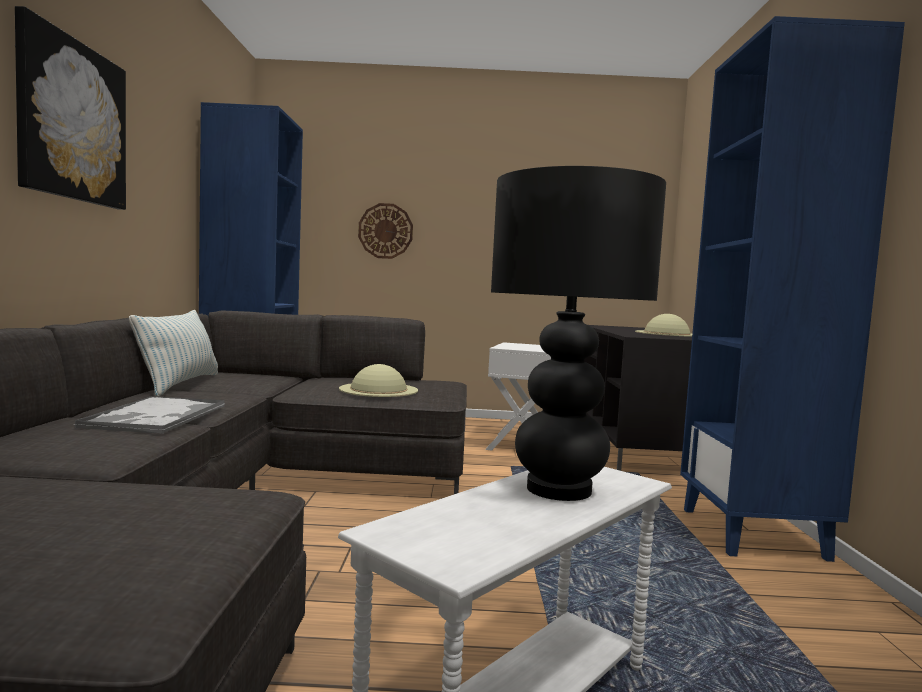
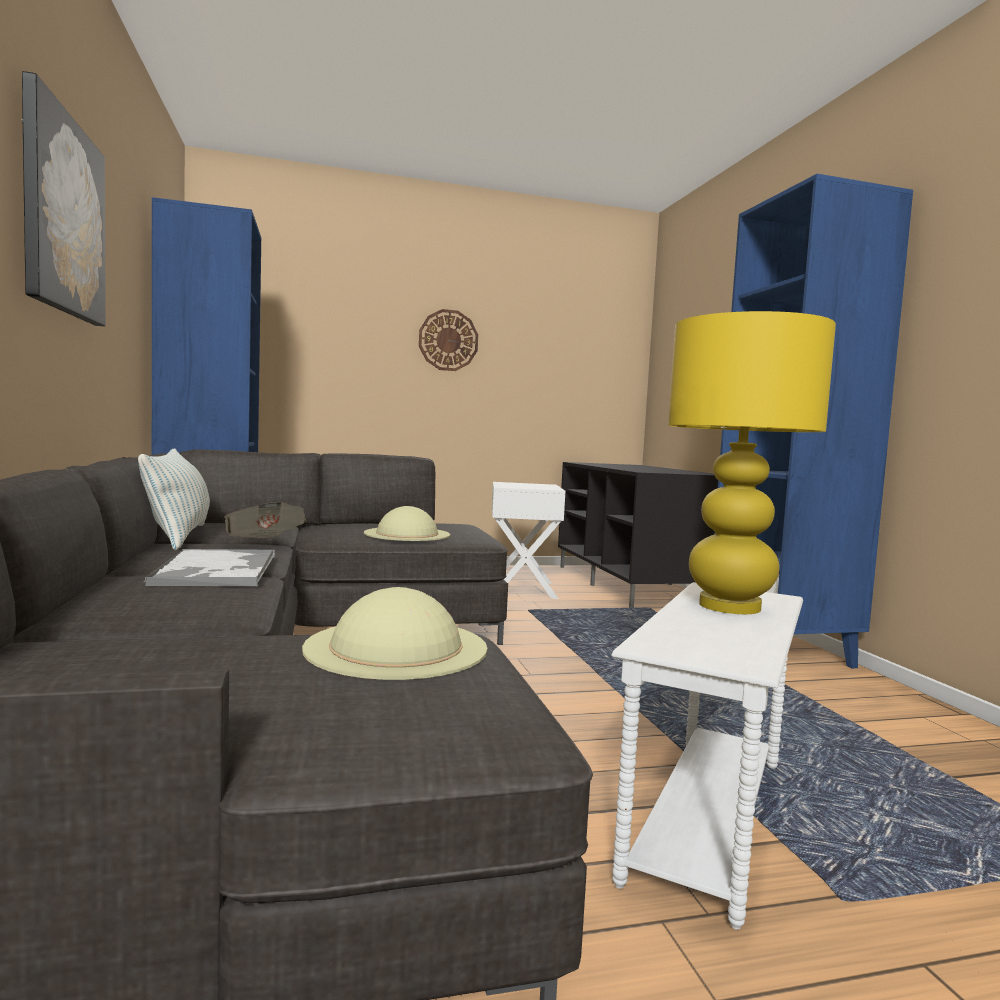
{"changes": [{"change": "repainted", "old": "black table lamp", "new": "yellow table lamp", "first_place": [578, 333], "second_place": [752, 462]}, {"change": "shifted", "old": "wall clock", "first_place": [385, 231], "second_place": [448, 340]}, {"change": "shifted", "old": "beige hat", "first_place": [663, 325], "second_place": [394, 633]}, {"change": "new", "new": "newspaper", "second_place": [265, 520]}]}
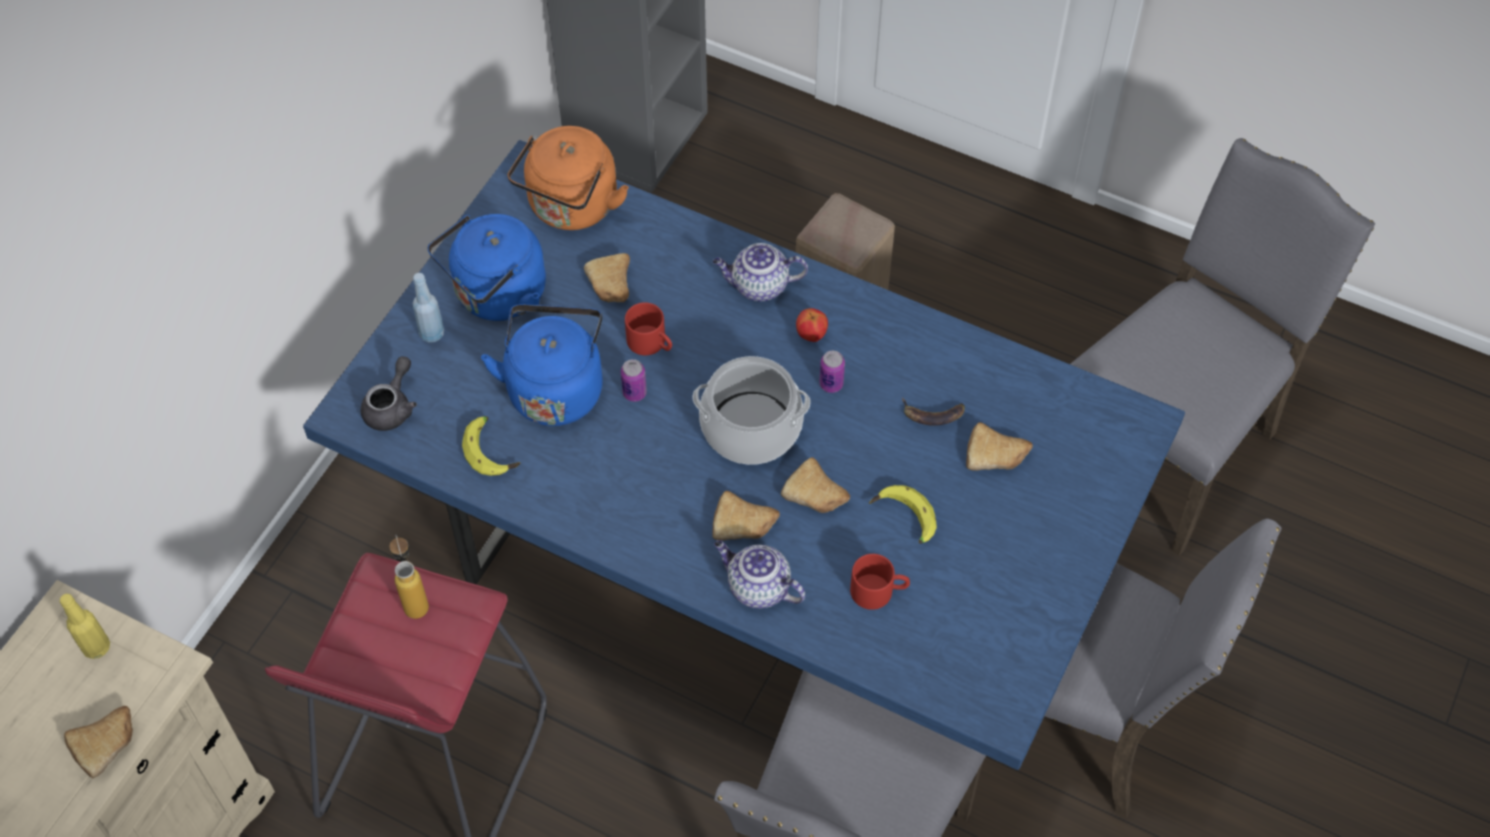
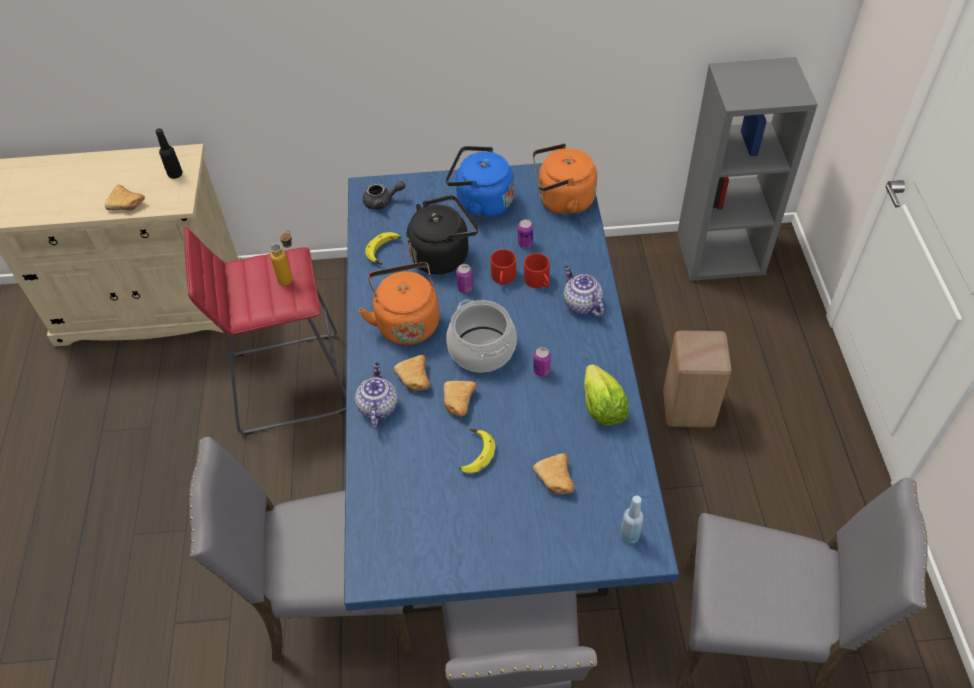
{"changes": [{"change": "swapped", "old": "bread", "new": "can", "first_place": [607, 277], "second_place": [525, 233]}, {"change": "shifted", "old": "blue bottle", "first_place": [428, 307], "second_place": [631, 519]}, {"change": "repainted", "old": "blue kettle", "new": "black kettle", "first_place": [542, 365], "second_place": [442, 234]}, {"change": "gone", "old": "apple", "first_place": [812, 325]}, {"change": "gone", "old": "banana", "first_place": [933, 412]}, {"change": "shifted", "old": "red mug", "first_place": [880, 582], "second_place": [537, 270]}, {"change": "repainted", "old": "yellow bottle", "new": "black bottle", "first_place": [85, 626], "second_place": [169, 153]}, {"change": "new", "new": "orange kettle", "second_place": [399, 303]}, {"change": "new", "new": "lettuce", "second_place": [606, 395]}]}
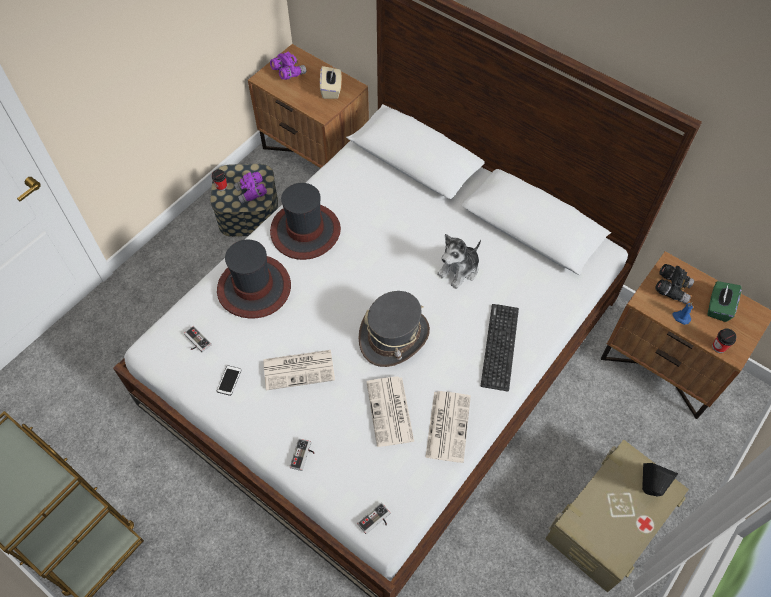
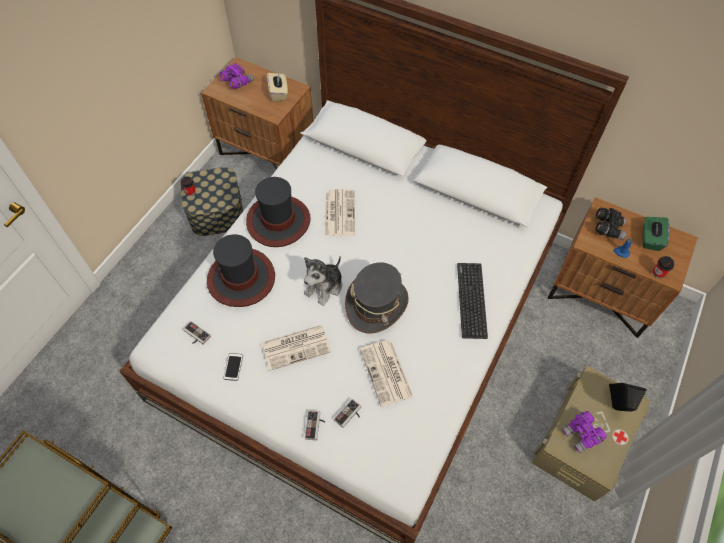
{"changes": [{"change": "shifted", "old": "purple binoculars", "first_place": [250, 187], "second_place": [584, 432]}, {"change": "shifted", "old": "plush toy", "first_place": [459, 261], "second_place": [323, 281]}, {"change": "shifted", "old": "newspaper", "first_place": [448, 427], "second_place": [340, 212]}, {"change": "shifted", "old": "game controller", "first_place": [373, 518], "second_place": [347, 413]}]}
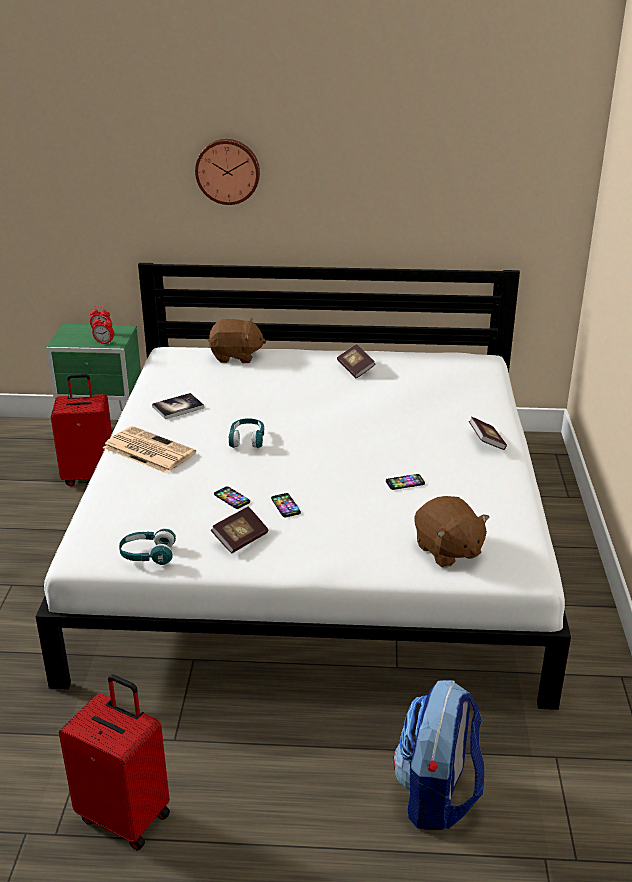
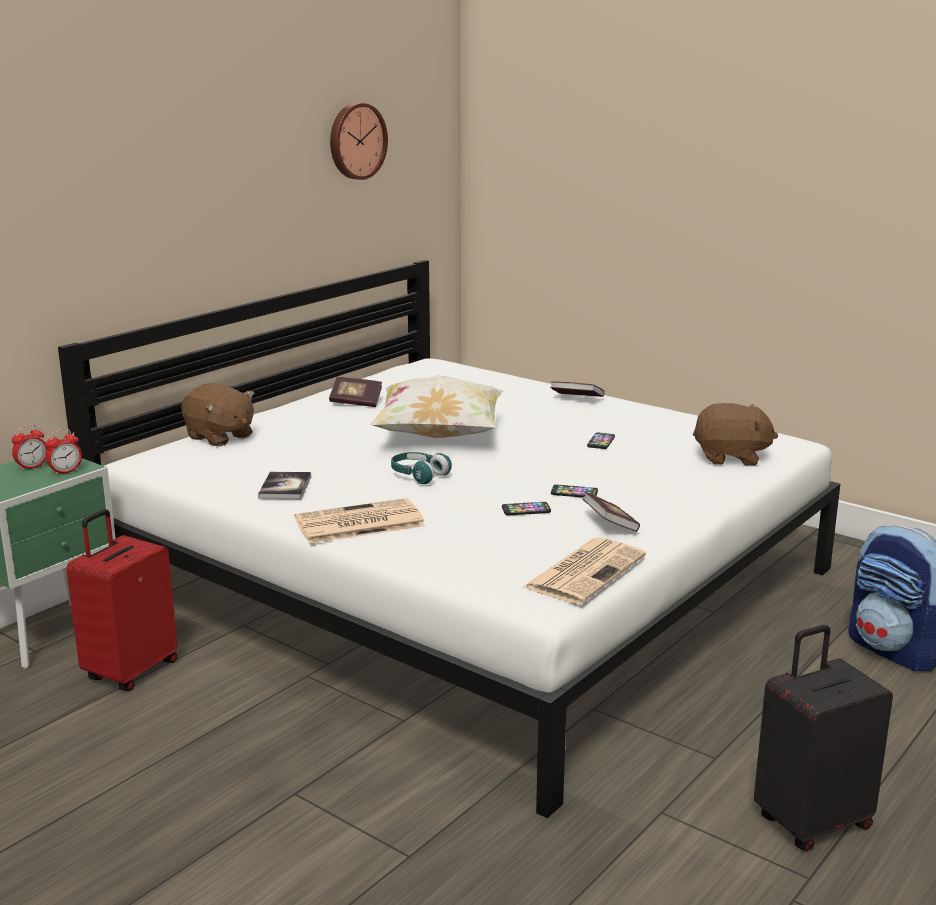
{"changes": [{"change": "shifted", "old": "wall clock", "first_place": [227, 172], "second_place": [359, 141]}, {"change": "rotated", "old": "brown plush toy", "first_place": [237, 340], "second_place": [217, 414], "degrees": 90}, {"change": "swapped", "old": "turquoise headphones", "new": "newspaper", "first_place": [147, 547], "second_place": [584, 571]}, {"change": "repainted", "old": "red suitcase", "new": "black suitcase", "first_place": [114, 762], "second_place": [823, 738]}, {"change": "new", "new": "pillow", "second_place": [436, 406]}]}
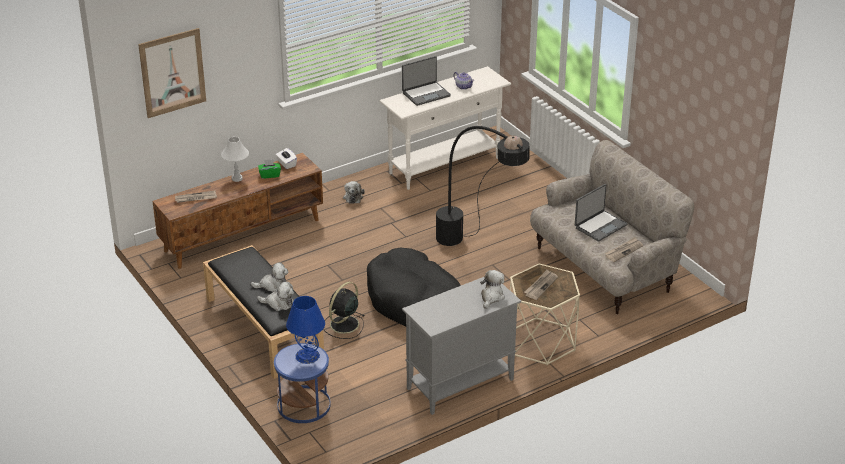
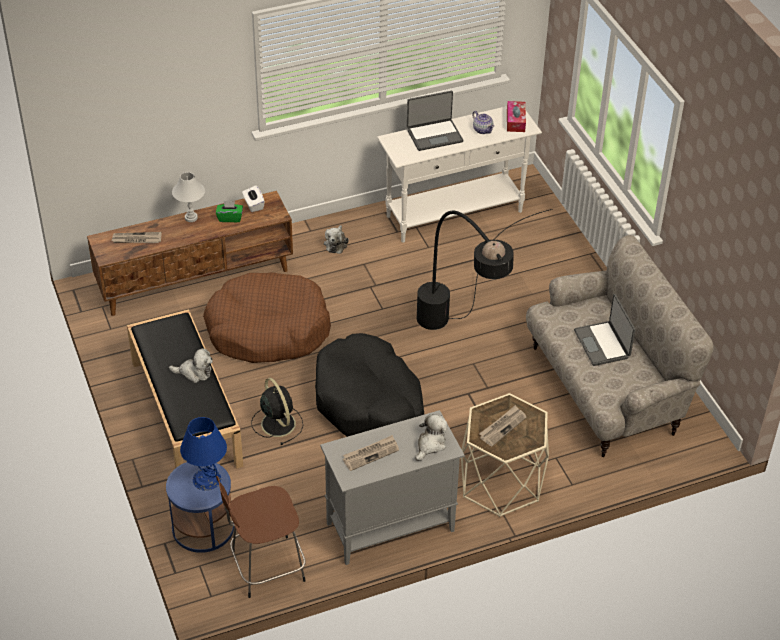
{"changes": [{"change": "gone", "old": "picture", "first_place": [172, 73]}, {"change": "rotated", "old": "laptop", "first_place": [601, 213], "second_place": [604, 330], "degrees": 105}, {"change": "shifted", "old": "newspaper", "first_place": [624, 249], "second_place": [371, 453]}, {"change": "gone", "old": "plush toy", "first_place": [275, 296]}, {"change": "rotated", "old": "black fan", "first_place": [344, 310], "second_place": [277, 411], "degrees": 105}, {"change": "new", "new": "tissue box", "second_place": [516, 116]}, {"change": "new", "new": "brown dog bed", "second_place": [267, 317]}, {"change": "new", "new": "brown stool", "second_place": [261, 537]}]}
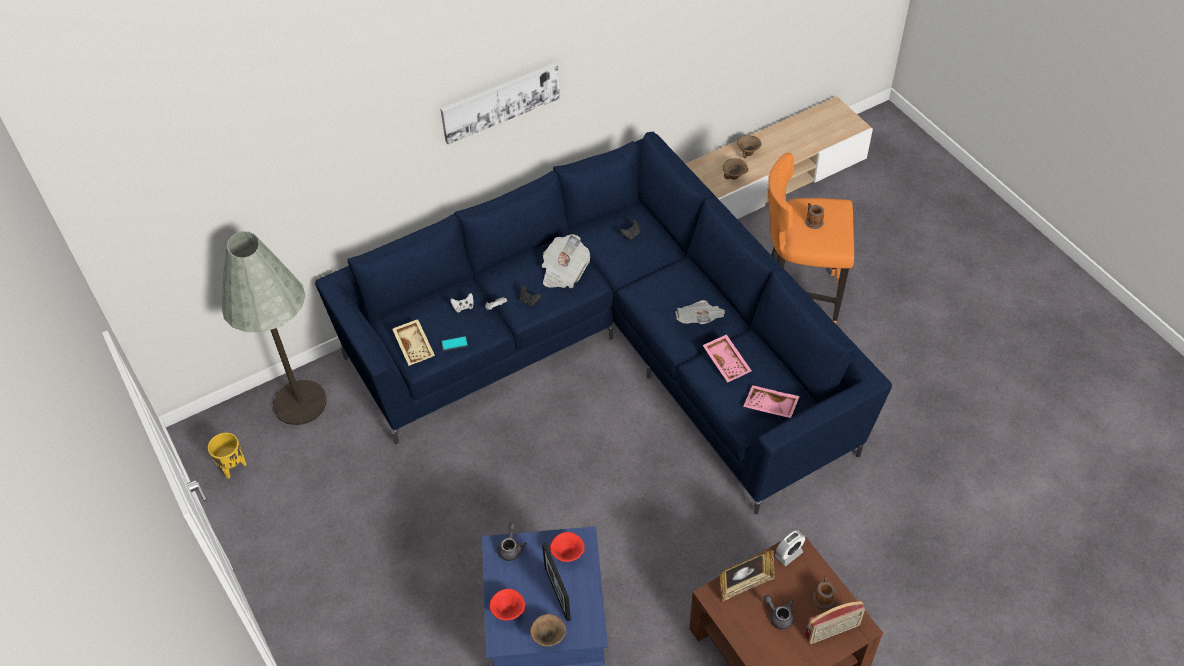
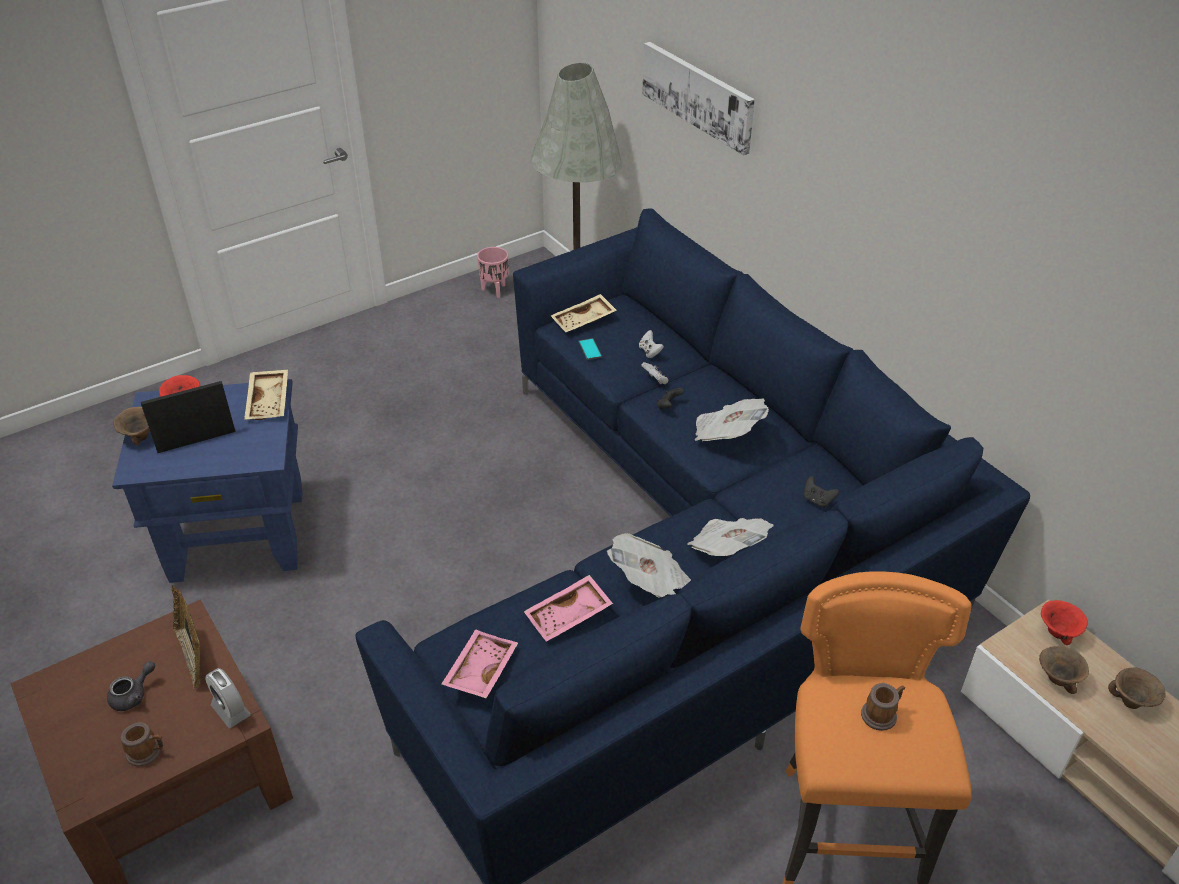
{"changes": [{"change": "shifted", "old": "picture", "first_place": [500, 104], "second_place": [698, 99]}, {"change": "repainted", "old": "yellow planter", "new": "pink planter", "first_place": [227, 456], "second_place": [492, 272]}, {"change": "swapped", "old": "grey teapot", "new": "beige tray", "first_place": [512, 541], "second_place": [266, 395]}, {"change": "shifted", "old": "red bowl", "first_place": [567, 547], "second_place": [1064, 622]}, {"change": "gone", "old": "radio", "first_place": [835, 621]}, {"change": "new", "new": "newspaper", "second_place": [730, 537]}]}
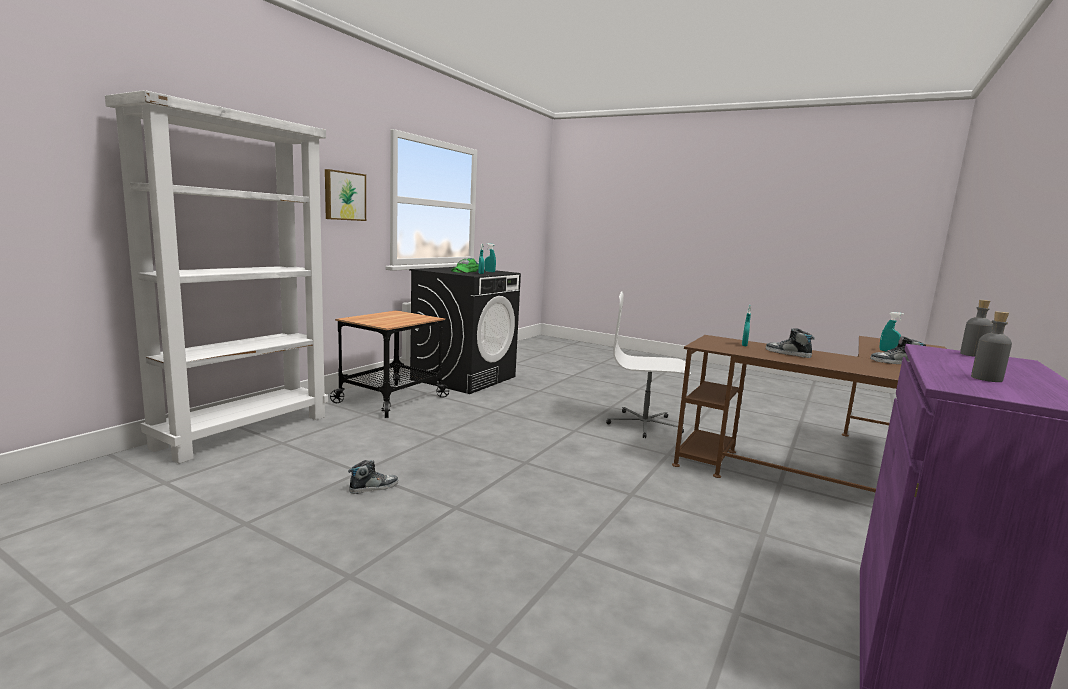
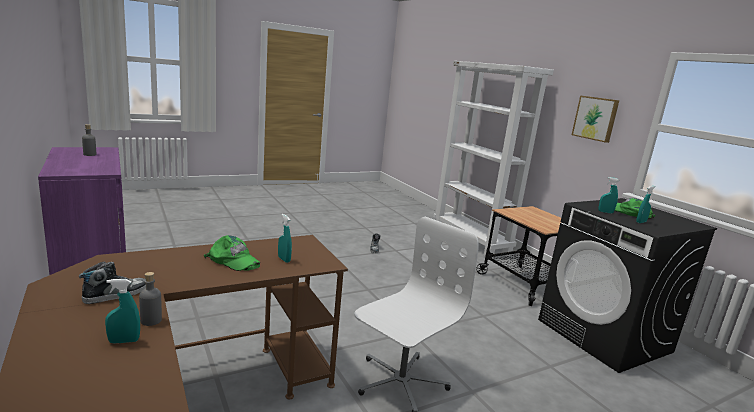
{"changes": [{"change": "shifted", "old": "grey bottle", "first_place": [976, 328], "second_place": [150, 299]}, {"change": "swapped", "old": "shoe", "new": "green cap", "first_place": [790, 343], "second_place": [232, 253]}]}
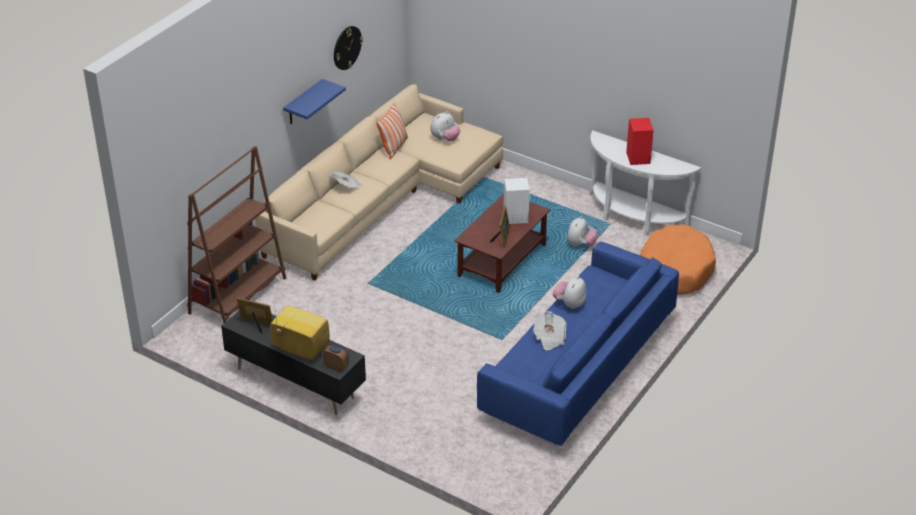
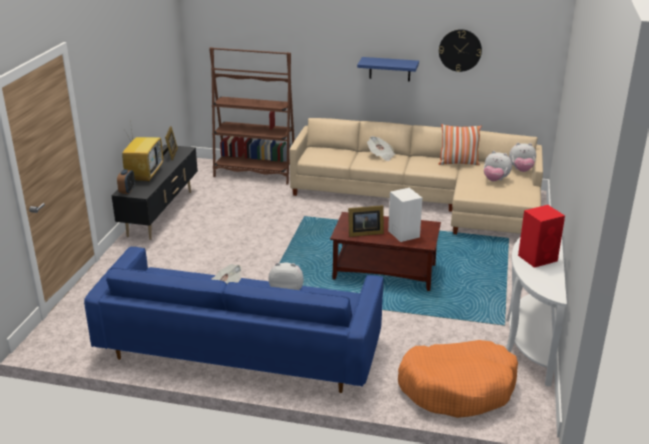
{"changes": [{"change": "shifted", "old": "plush toy", "first_place": [582, 231], "second_place": [522, 157]}]}
